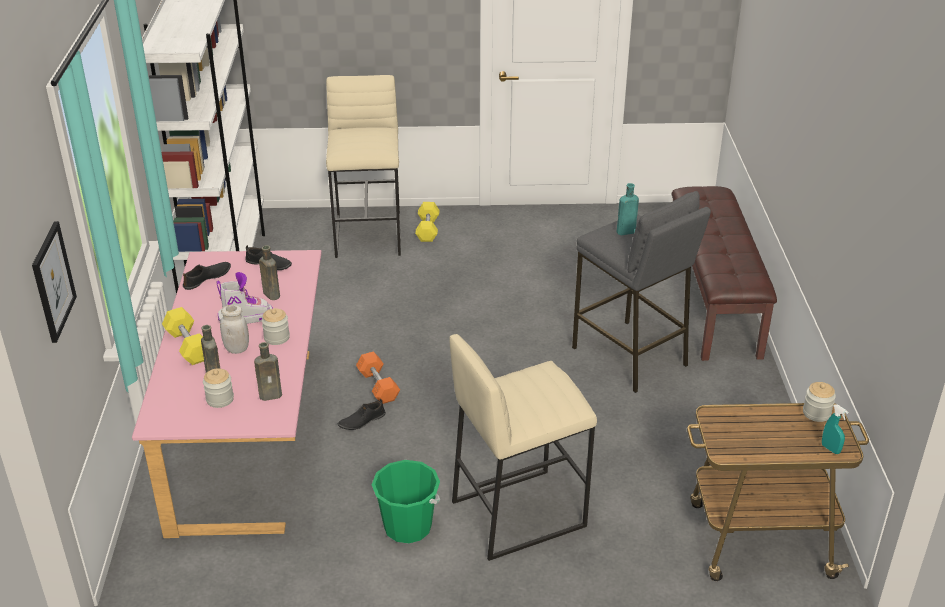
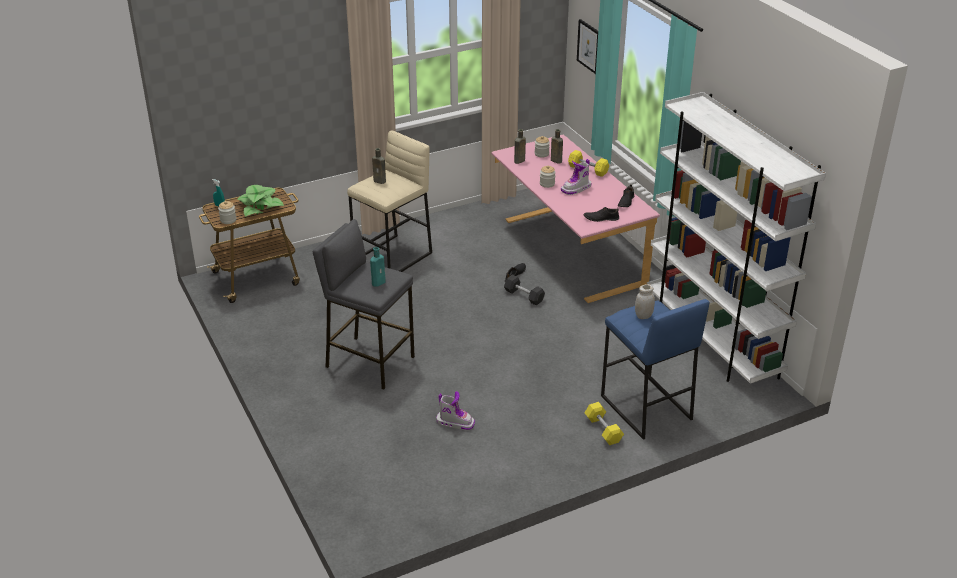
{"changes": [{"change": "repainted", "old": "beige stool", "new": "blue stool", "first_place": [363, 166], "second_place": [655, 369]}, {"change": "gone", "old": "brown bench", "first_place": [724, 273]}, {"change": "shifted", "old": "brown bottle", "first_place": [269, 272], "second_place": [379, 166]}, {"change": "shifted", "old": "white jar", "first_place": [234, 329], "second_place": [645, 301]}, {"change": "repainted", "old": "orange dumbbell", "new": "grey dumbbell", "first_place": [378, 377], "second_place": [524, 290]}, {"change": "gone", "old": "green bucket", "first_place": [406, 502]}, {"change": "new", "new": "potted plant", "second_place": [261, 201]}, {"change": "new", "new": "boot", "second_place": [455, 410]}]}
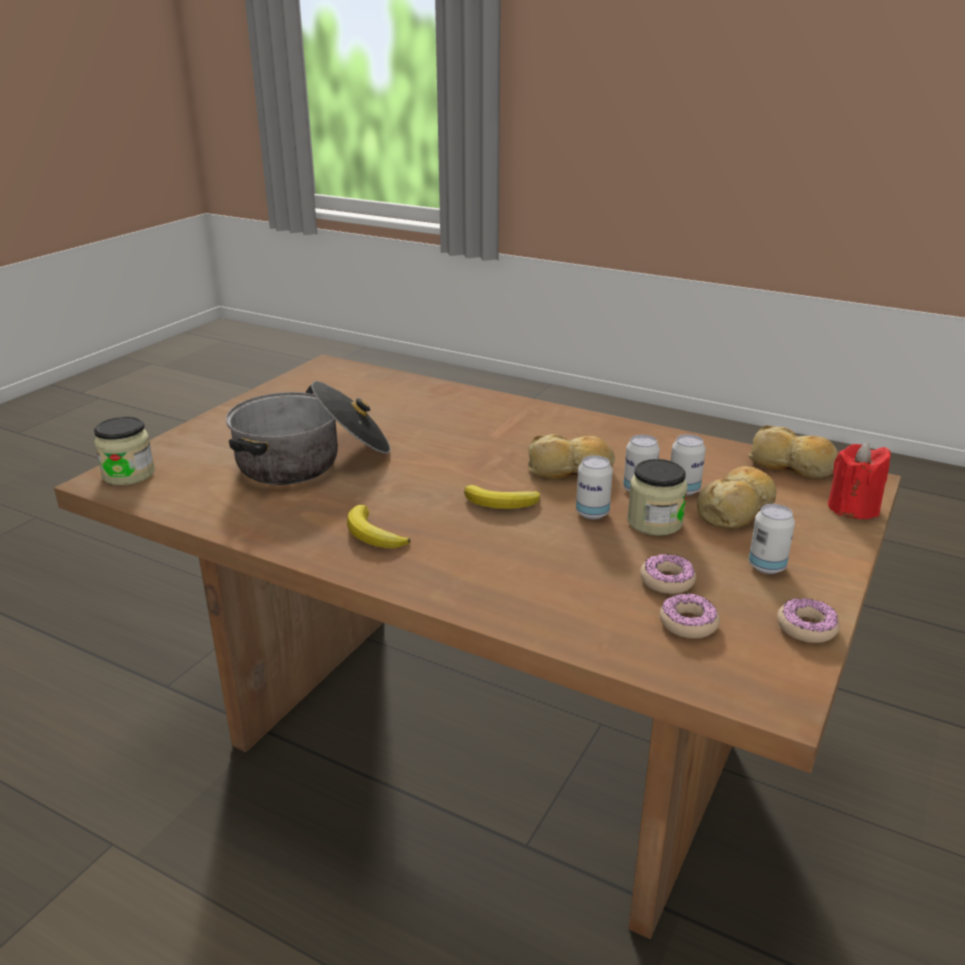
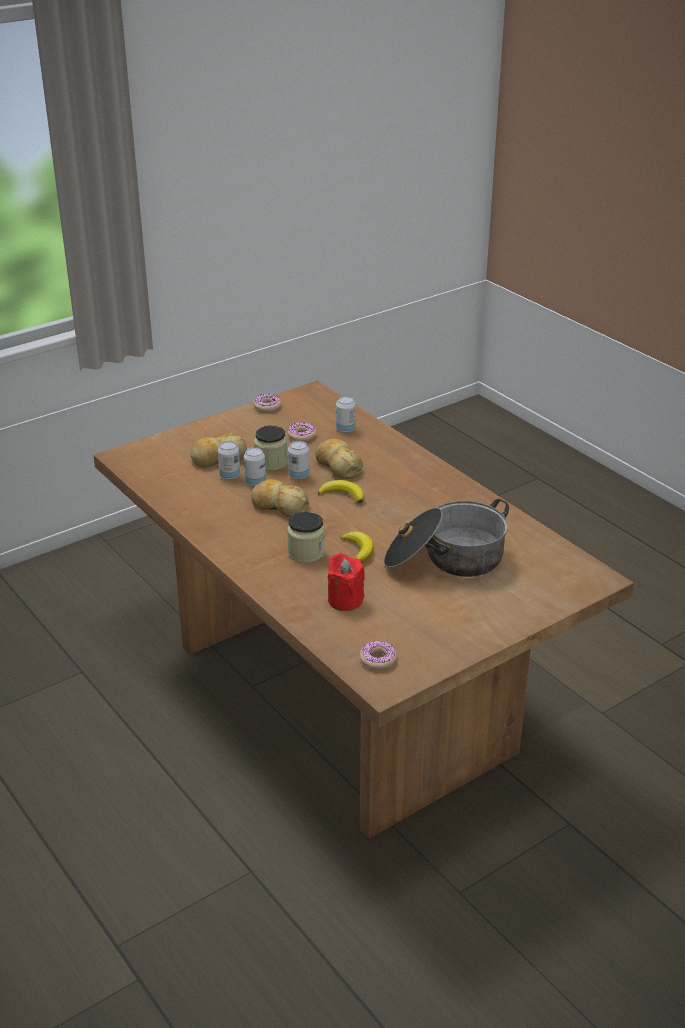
{"changes": [{"change": "shifted", "old": "jar", "first_place": [124, 451], "second_place": [306, 537]}, {"change": "shifted", "old": "bread", "first_place": [794, 452], "second_place": [339, 459]}, {"change": "shifted", "old": "red candle", "first_place": [859, 480], "second_place": [346, 582]}, {"change": "shifted", "old": "can", "first_place": [772, 539], "second_place": [346, 414]}, {"change": "shifted", "old": "banana", "first_place": [378, 526], "second_place": [357, 547]}, {"change": "shifted", "old": "donut", "first_place": [690, 615], "second_place": [378, 655]}]}
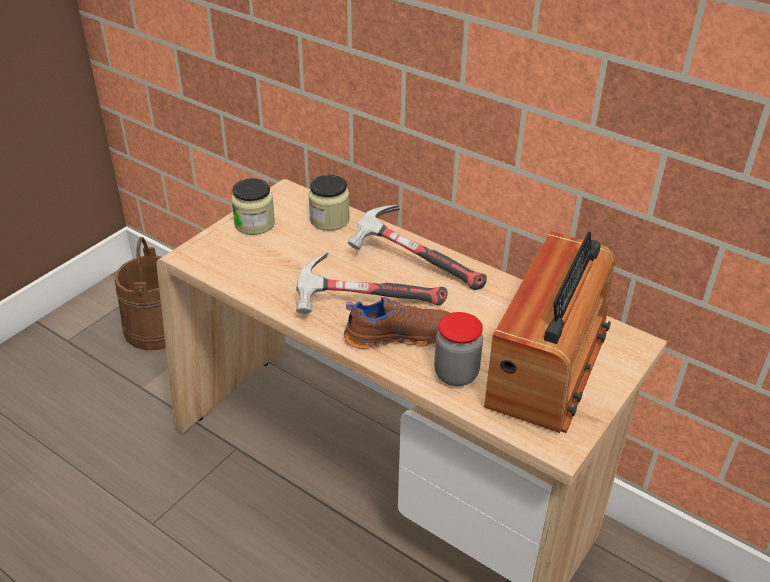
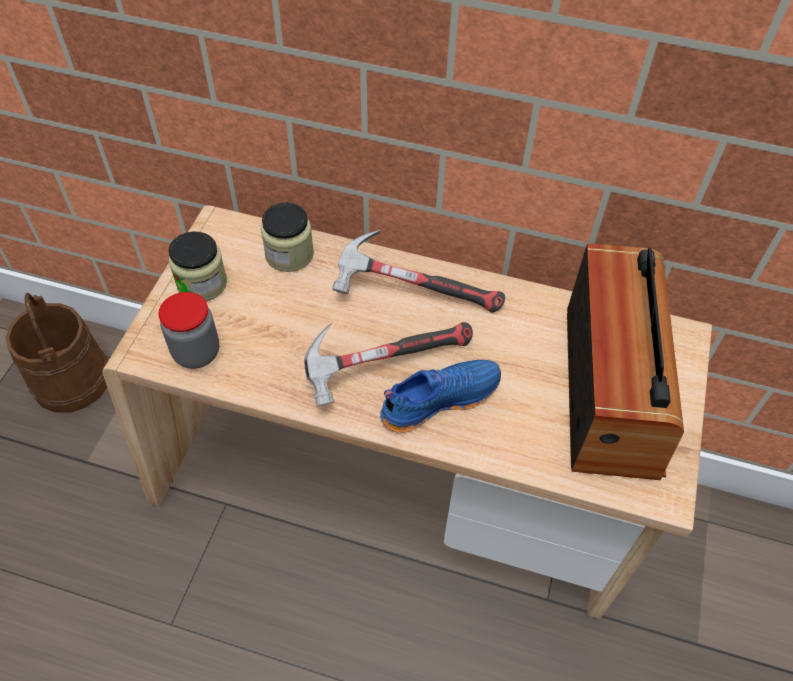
{"changes": [{"change": "repainted", "old": "brown shoe", "new": "blue shoe", "first_place": [397, 323], "second_place": [440, 396]}, {"change": "shifted", "old": "jar", "first_place": [458, 349], "second_place": [188, 330]}]}
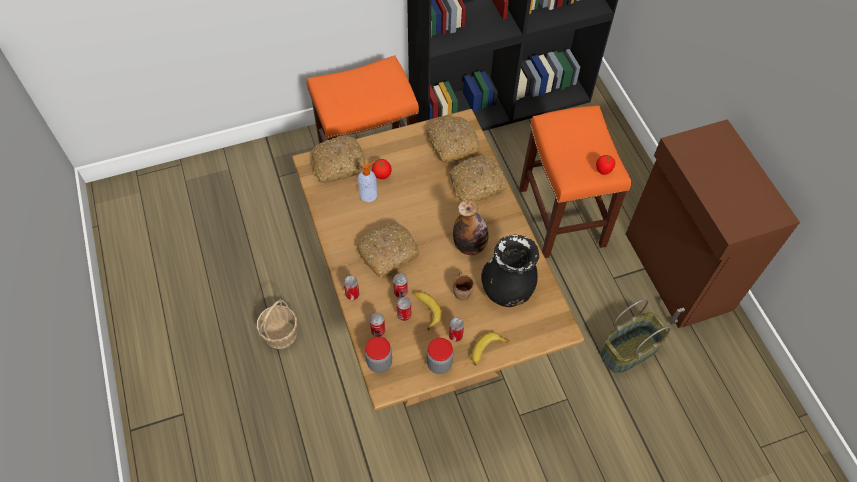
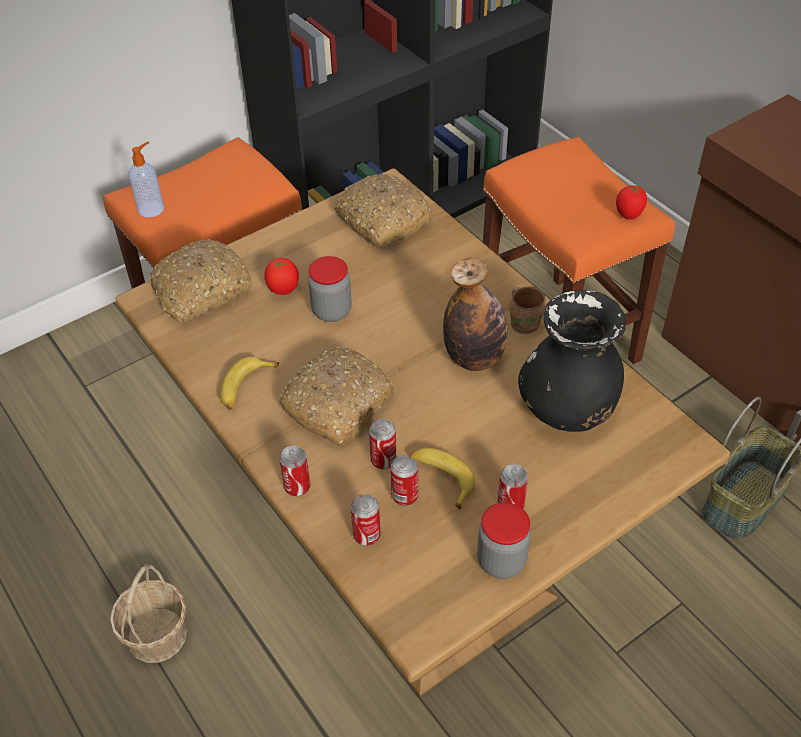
{"changes": [{"change": "gone", "old": "bread", "first_place": [477, 178]}, {"change": "shifted", "old": "soap dispenser", "first_place": [367, 181], "second_place": [146, 179]}, {"change": "shifted", "old": "brown mug", "first_place": [463, 287], "second_place": [528, 310]}, {"change": "shifted", "old": "banana", "first_place": [490, 348], "second_place": [249, 383]}, {"change": "shifted", "old": "jar", "first_place": [378, 355], "second_place": [330, 289]}]}
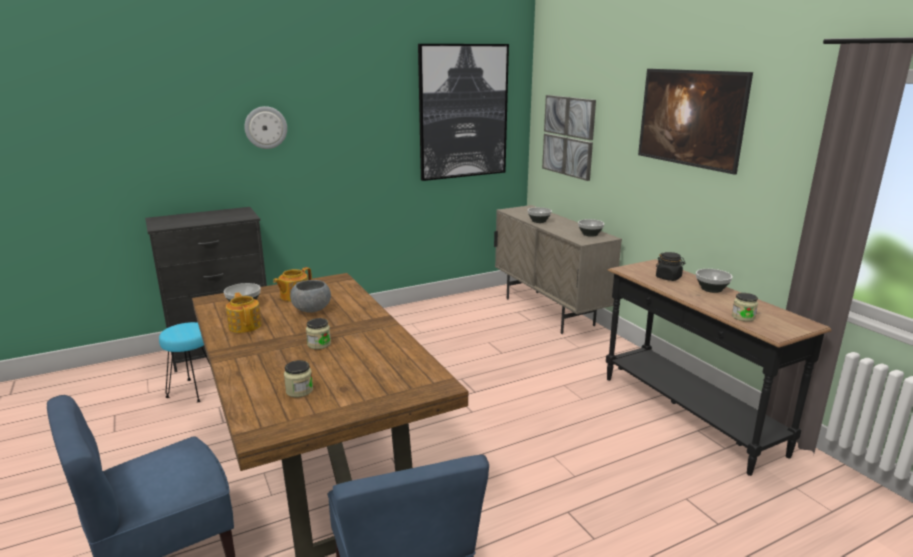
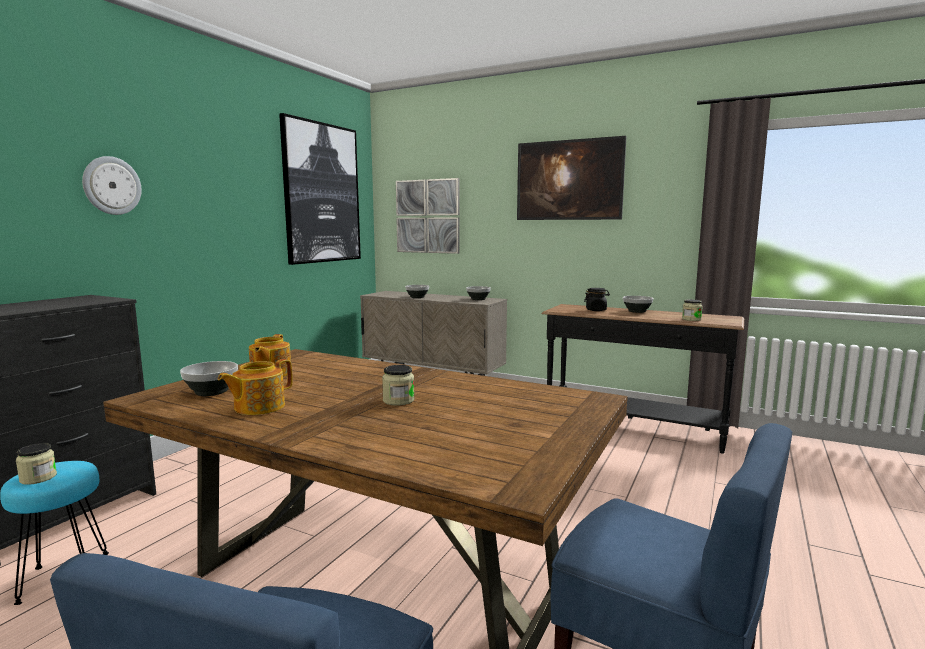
{"changes": [{"change": "gone", "old": "grey bowl", "first_place": [310, 296]}, {"change": "rotated", "old": "teapot", "first_place": [244, 312], "second_place": [255, 387], "degrees": -75}, {"change": "shifted", "old": "jar", "first_place": [298, 378], "second_place": [36, 464]}]}
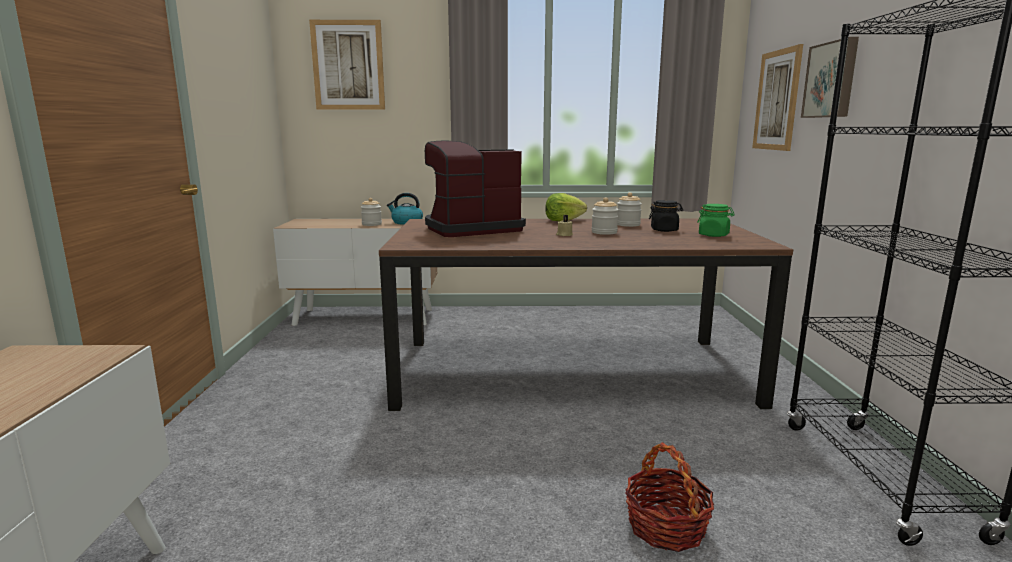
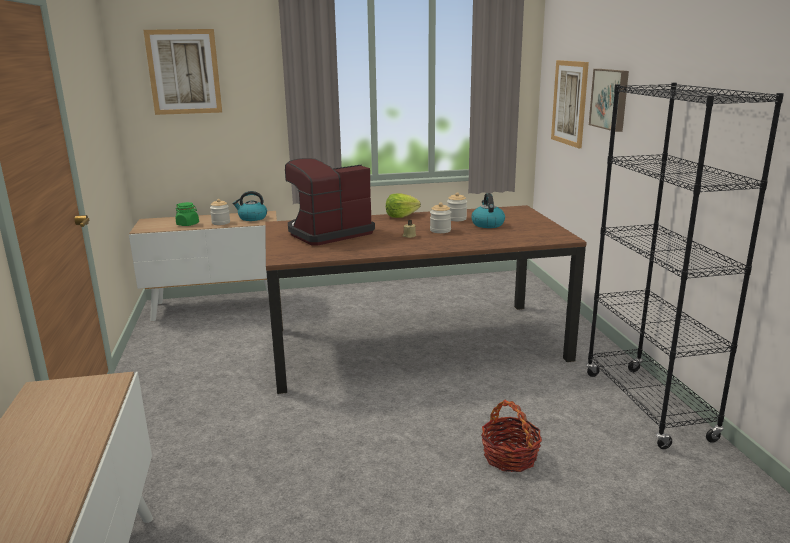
{"changes": [{"change": "swapped", "old": "black jar", "new": "kettle", "first_place": [666, 216], "second_place": [488, 210]}, {"change": "shifted", "old": "green jar", "first_place": [716, 220], "second_place": [187, 214]}]}
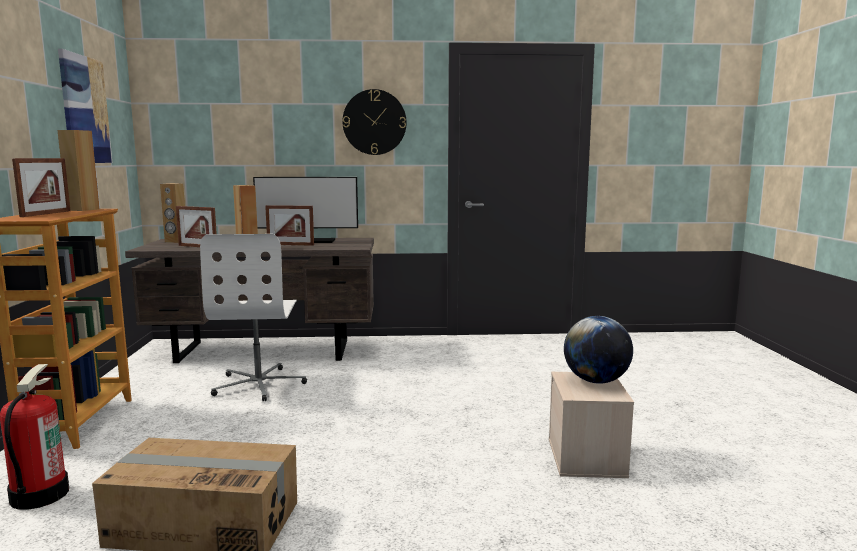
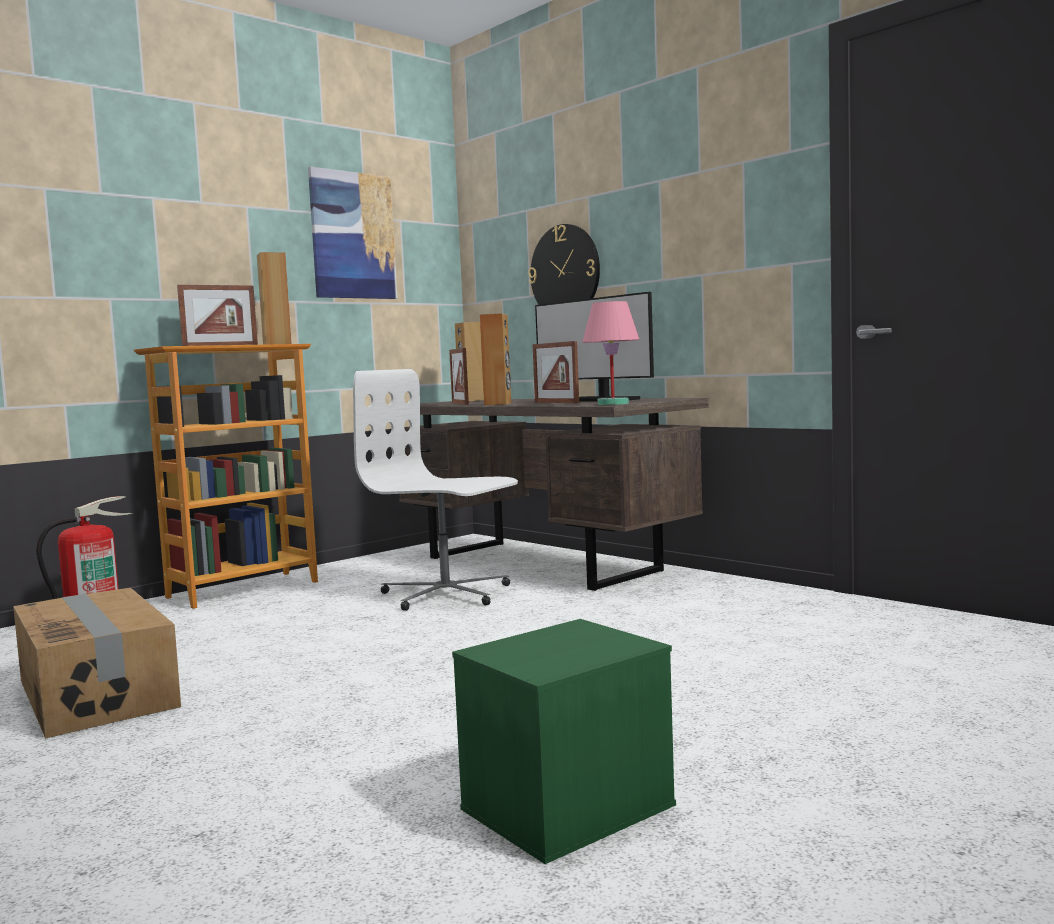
{"changes": [{"change": "shifted", "old": "wall clock", "first_place": [374, 122], "second_place": [564, 264]}, {"change": "rotated", "old": "white office chair", "first_place": [253, 318], "second_place": [435, 490], "degrees": 75}, {"change": "gone", "old": "globe", "first_place": [598, 350]}, {"change": "repainted", "old": "beige storage box", "new": "green storage box", "first_place": [591, 425], "second_place": [564, 741]}, {"change": "new", "new": "pink table lamp", "second_place": [611, 353]}]}
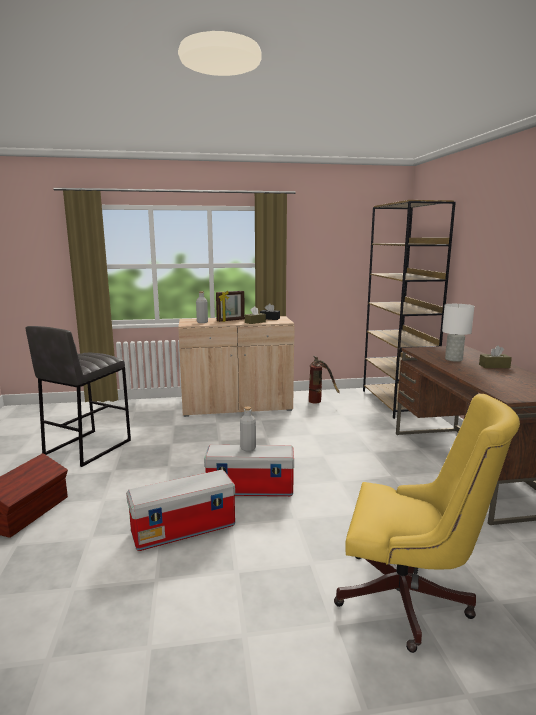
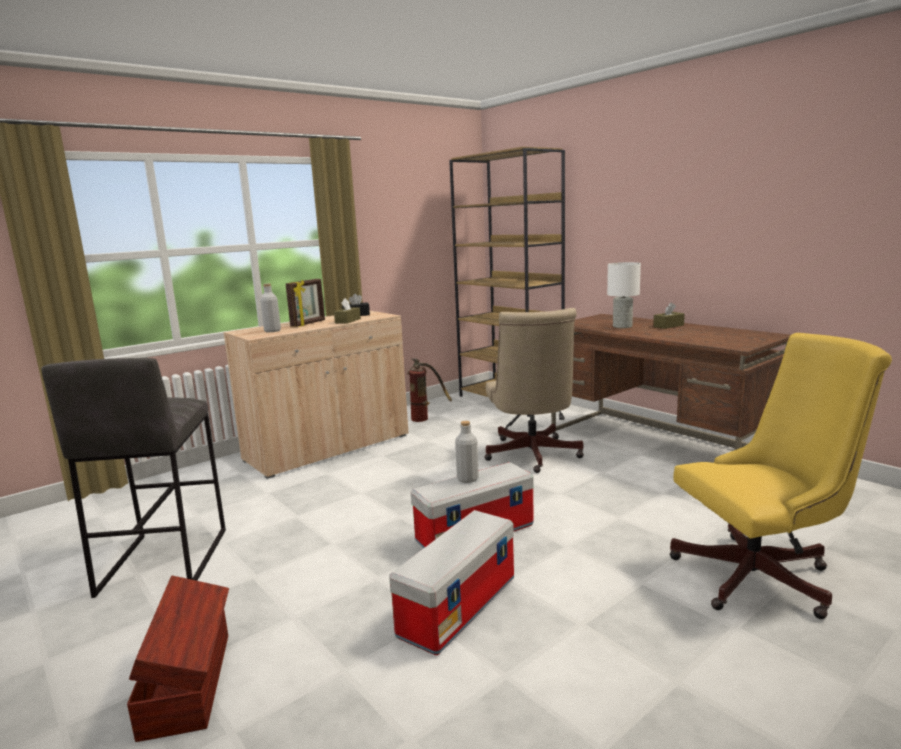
{"changes": [{"change": "new", "new": "beige office chair", "second_place": [534, 390]}]}
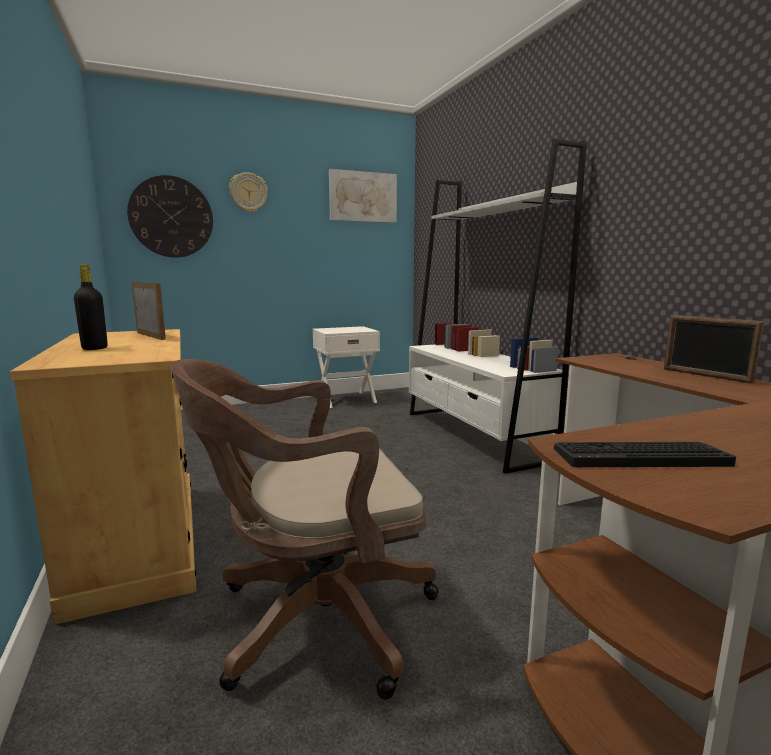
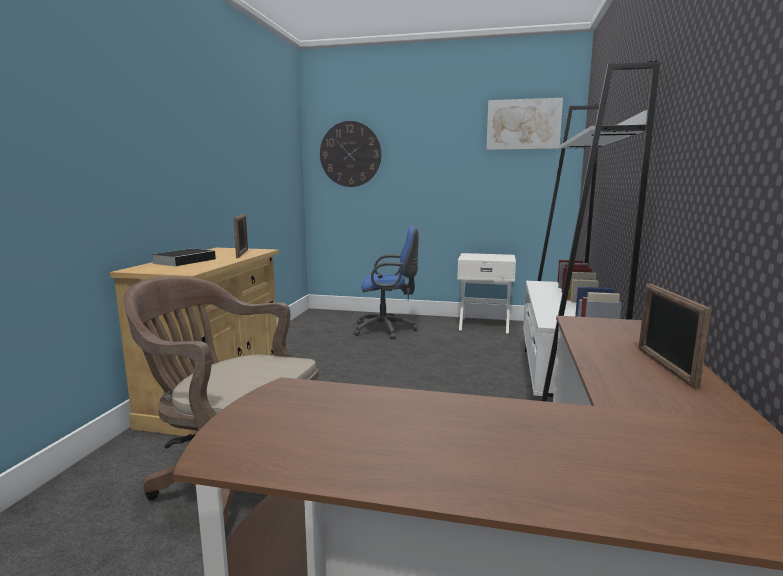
{"changes": [{"change": "gone", "old": "wall clock", "first_place": [248, 192]}, {"change": "swapped", "old": "black bottle", "new": "book", "first_place": [91, 307], "second_place": [184, 258]}, {"change": "gone", "old": "keyboard", "first_place": [645, 454]}, {"change": "new", "new": "blue office chair", "second_place": [386, 283]}]}
